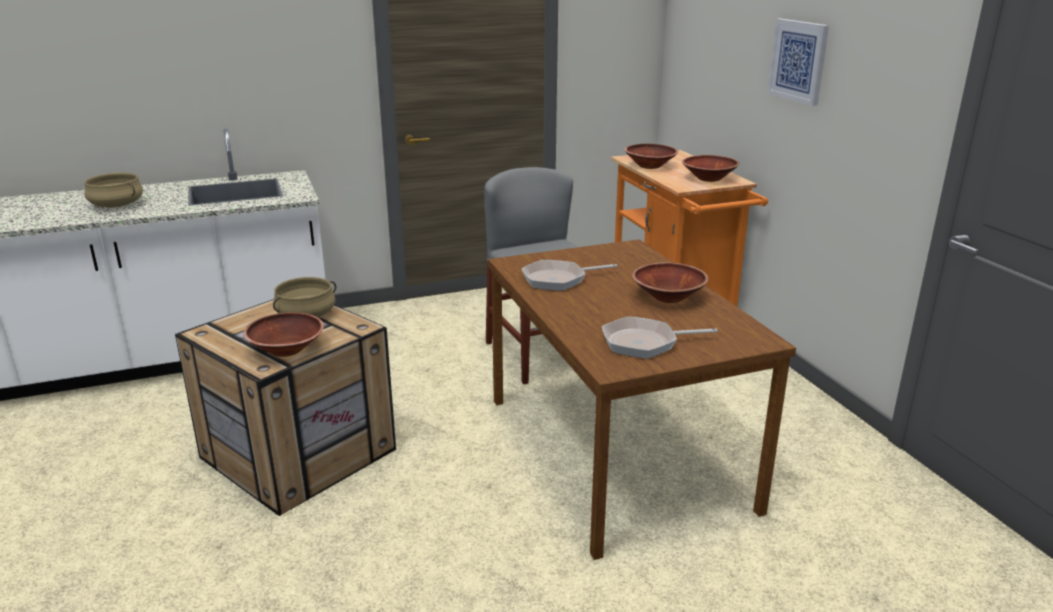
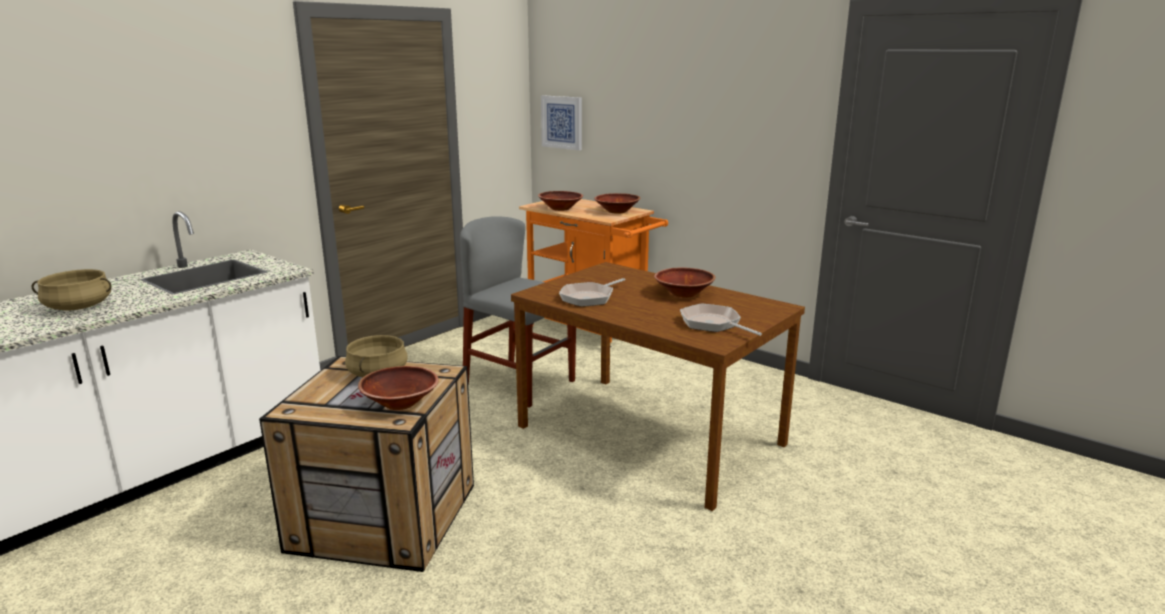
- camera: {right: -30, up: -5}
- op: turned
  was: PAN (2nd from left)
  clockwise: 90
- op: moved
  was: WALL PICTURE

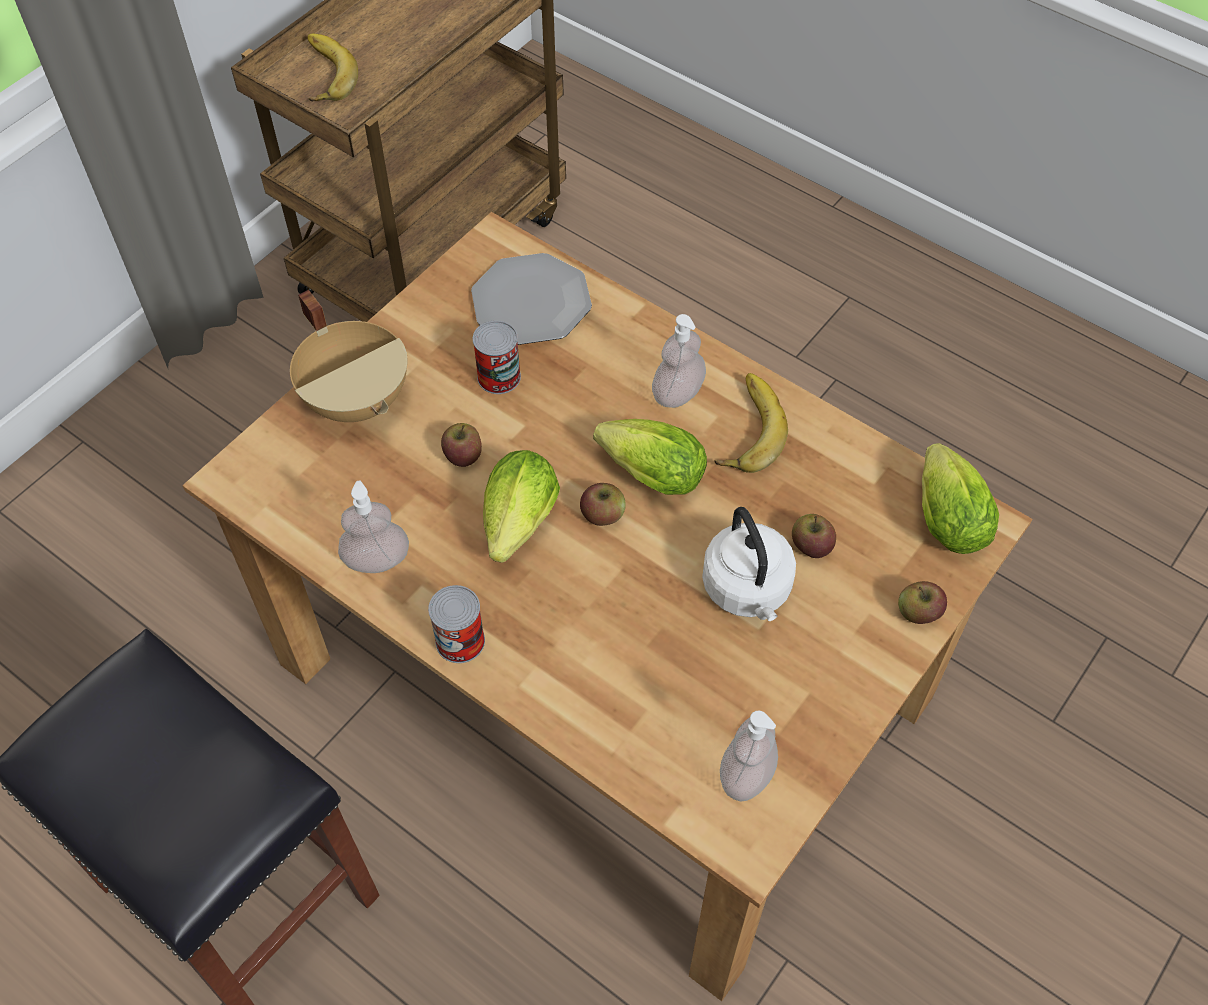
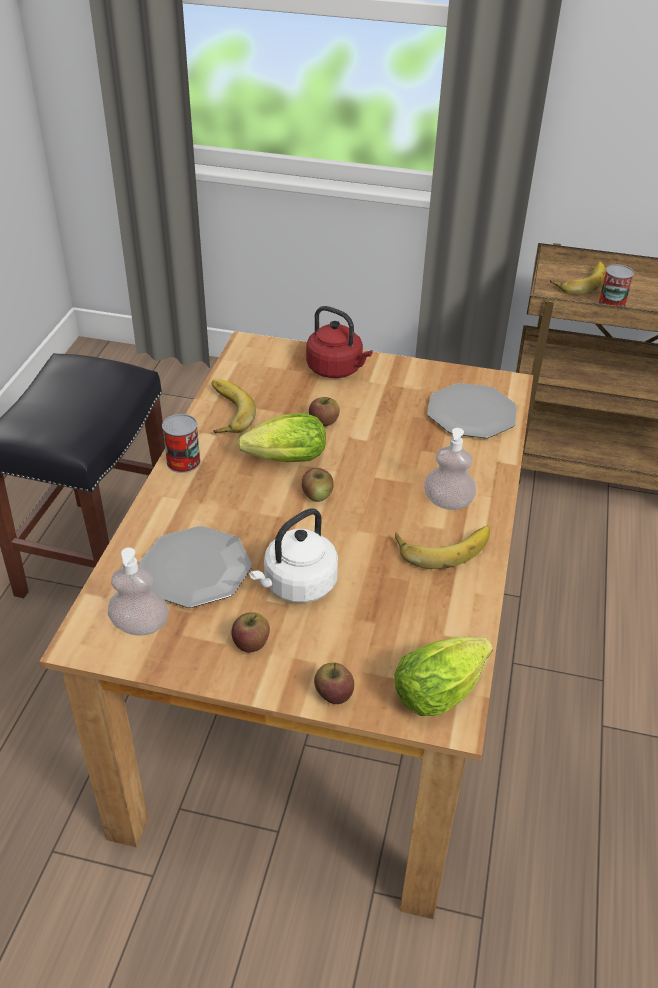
- camera: {right: 65, up: -15}
- op: replaced
  was: BEIGE-COLOURED STOCKPOT
  now: RED-COLOURED WATER KETTLE
- op: replaced
  was: LIQUID SOAP BOTTLE (1st from left)
  now: BANANA (1st from left)
- op: moved
  was: CAN (2nd from left)
- op: removed
  was: LETTUCE (2nd from left)
- op: moved
  was: APPLE FRUIT (3rd from left in the first image)
  now: APPLE FRUIT (1st from left)
- op: added
  now: FLAT DISH (1st from left)

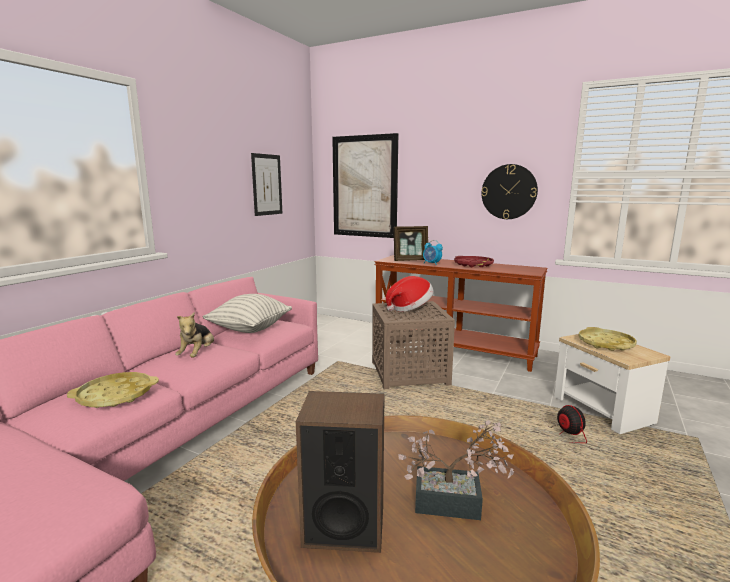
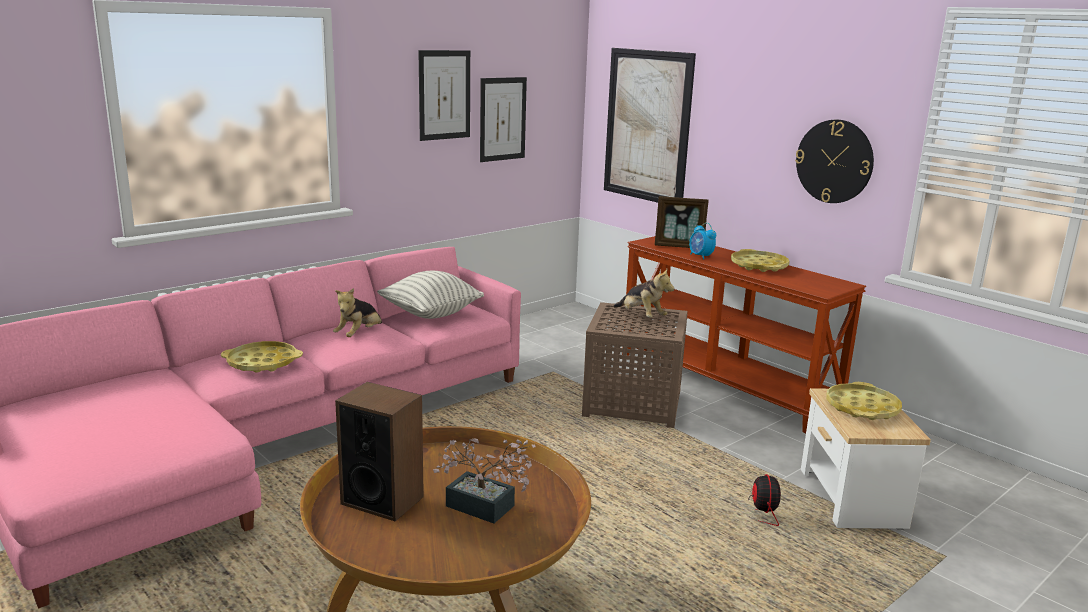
- camera: {right: 20, up: 5}
- op: replaced
  was: HAT
  now: SOFT TOY (2nd from left)
- op: recoloured
  was: RED-COLOURED SERVING TRAY
  now: YELLOW-COLOURED SERVING TRAY (2nd from left)
- op: added
  now: WALL PICTURE (1st from left)

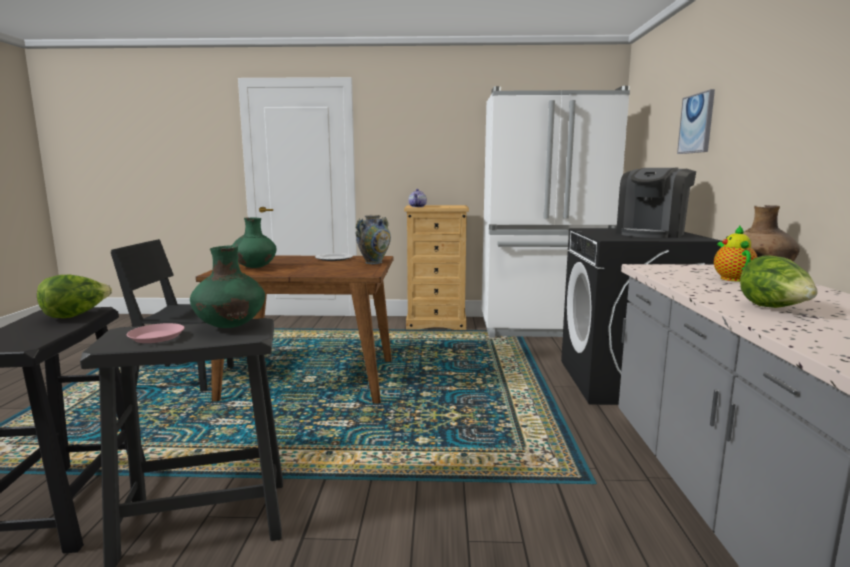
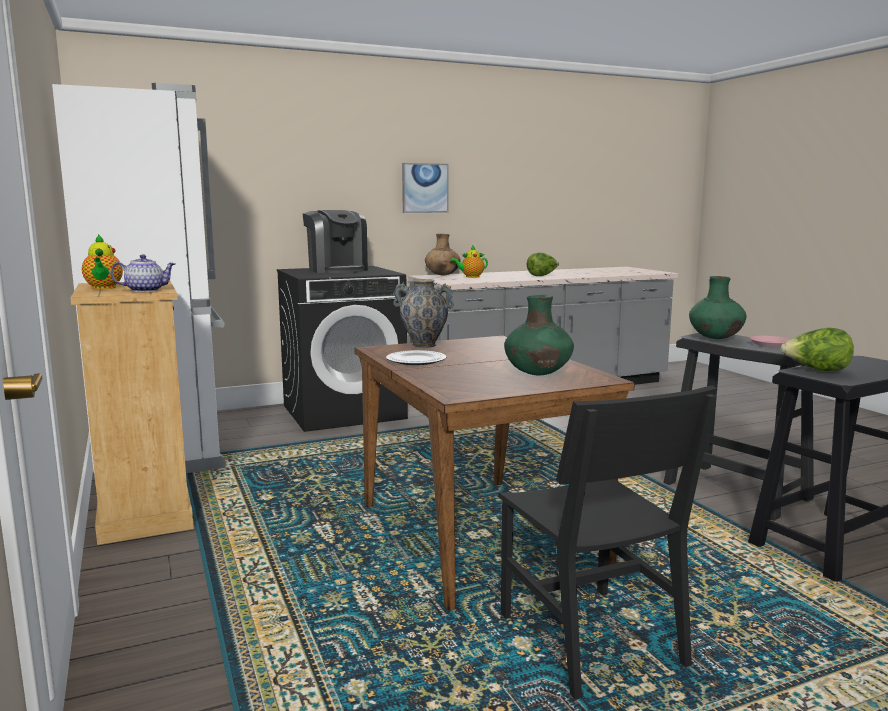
- camera: {right: -115, up: 0}
- op: turned
  was: COFFEE MACHINE
  clockwise: 45
- op: moved
  was: WALL PICTURE
- op: added
  now: POT FOR TEA (1st from left)

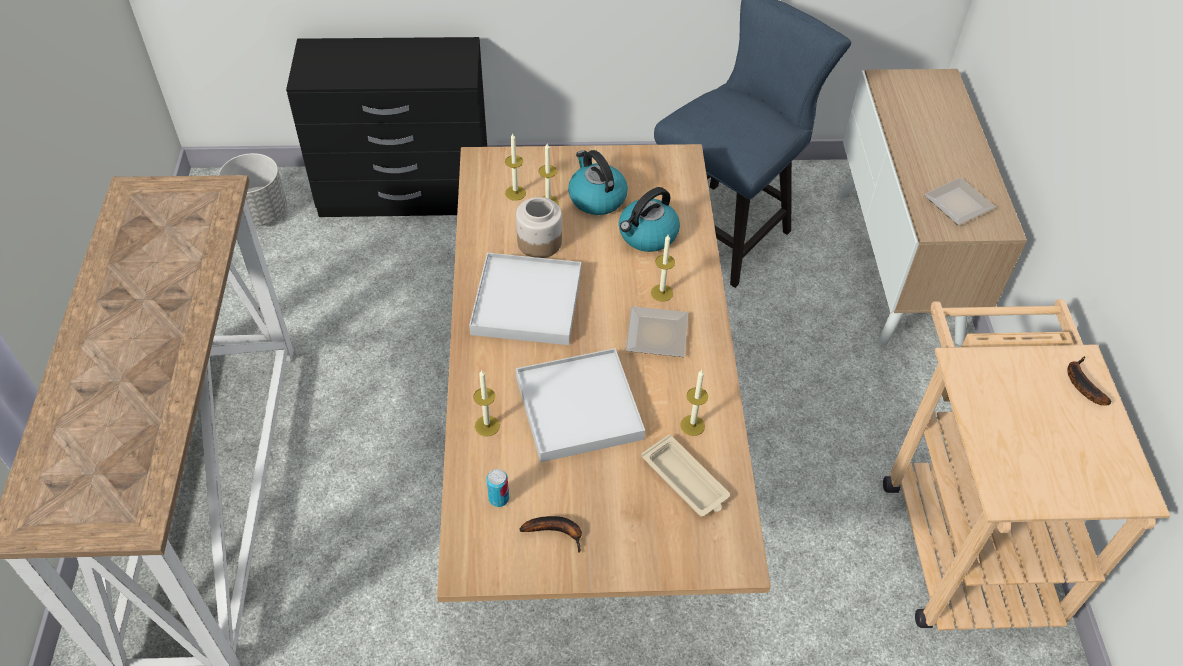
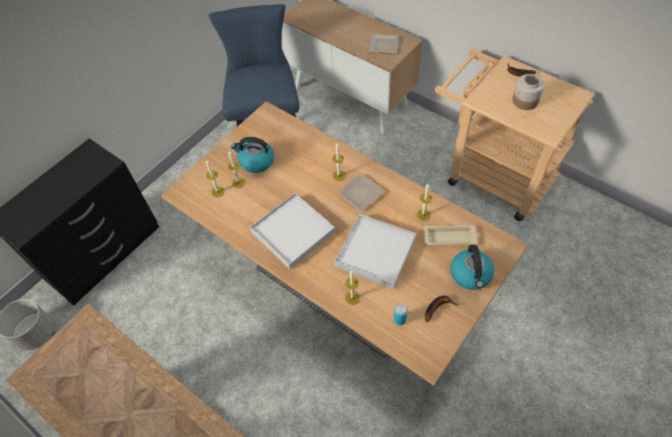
- camera: {right: -45, up: 5}
- op: moved
  was: PRESERVE JAR
- op: moved
  was: WATER KETTLE (2nd from left)

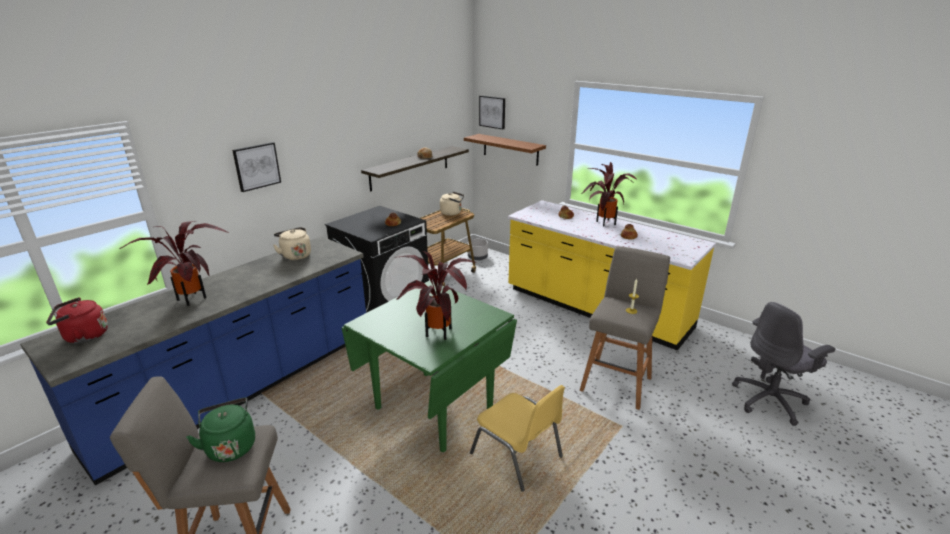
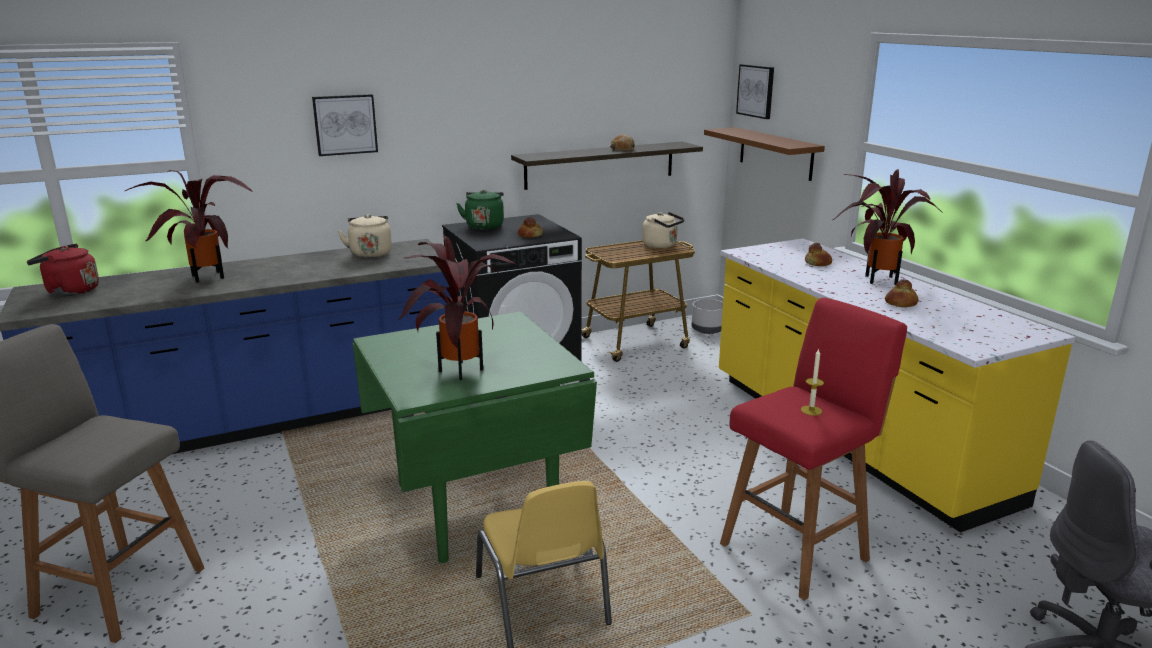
- camera: {right: 25, up: -5}
- op: moved
  was: GREEN WATER KETTLE
- op: recoloured
  was: GRAY SITTING STOOL (2nd from left)
  now: RED-COLOURED SITTING STOOL

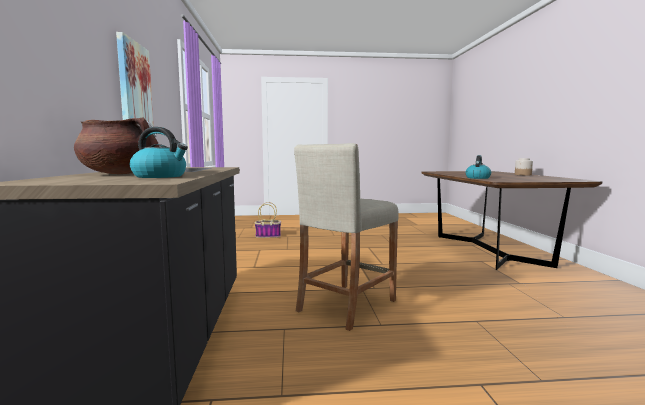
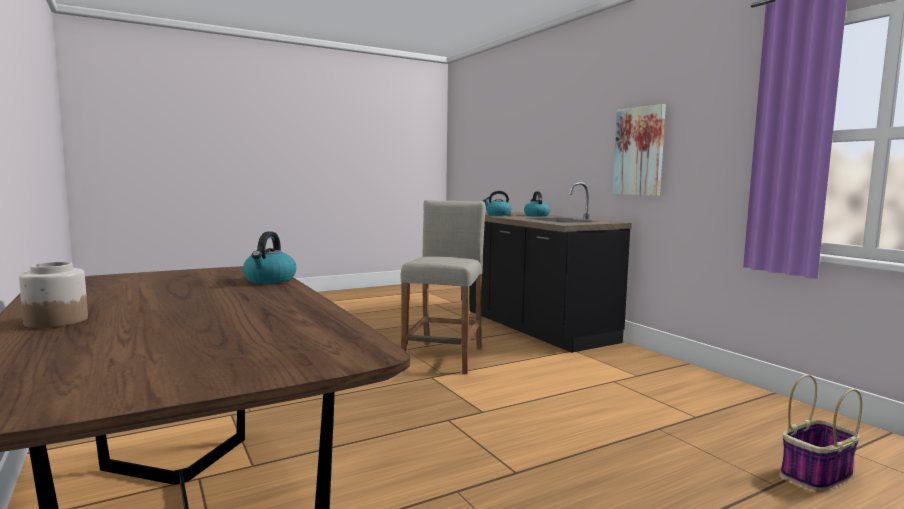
- camera: {right: 155, up: 0}
- op: replaced
  was: BROWN STOCKPOT
  now: WATER KETTLE (3rd from left)

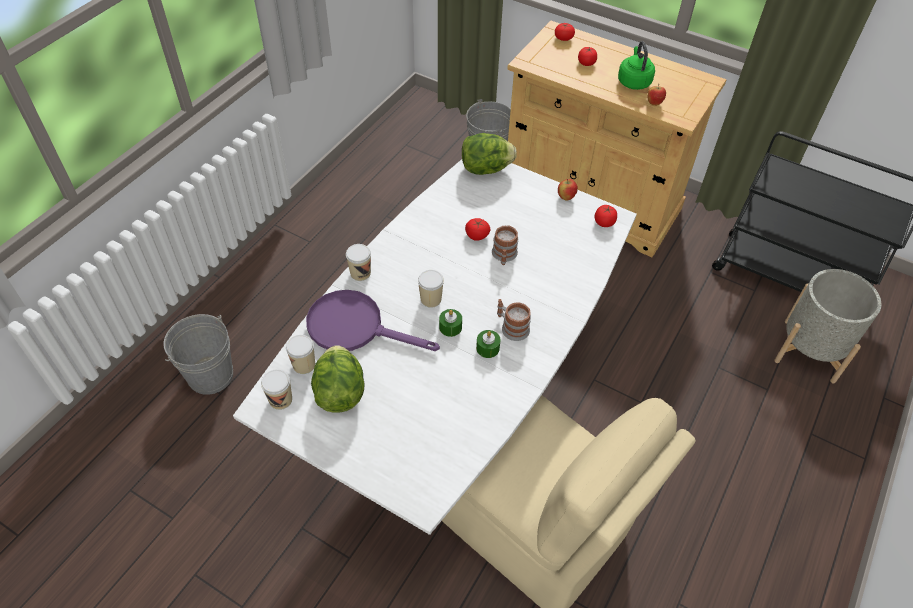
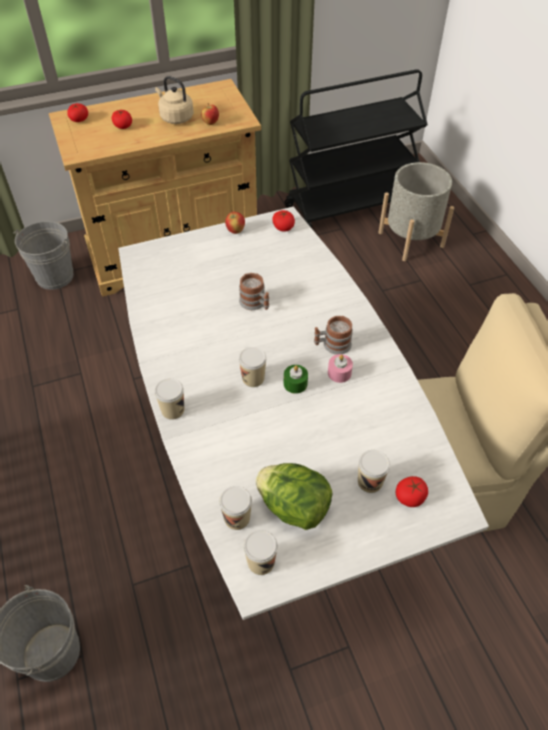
- camera: {right: -50, up: 0}
- op: removed
  was: PURPLE PAN
- op: removed
  was: LETTUCE (2nd from left)
- op: moved
  was: TOMATO (1st from left in the first image)
  now: TOMATO (4th from left)
- op: recoloured
  was: GREEN WAX CANDLE (2nd from left)
  now: PINKISH WAX CANDLE
- op: recoloured
  was: GREEN WATER KETTLE
  now: BEIGE-COLOURED WATER KETTLE
- op: added
  now: CUP (5th from left)

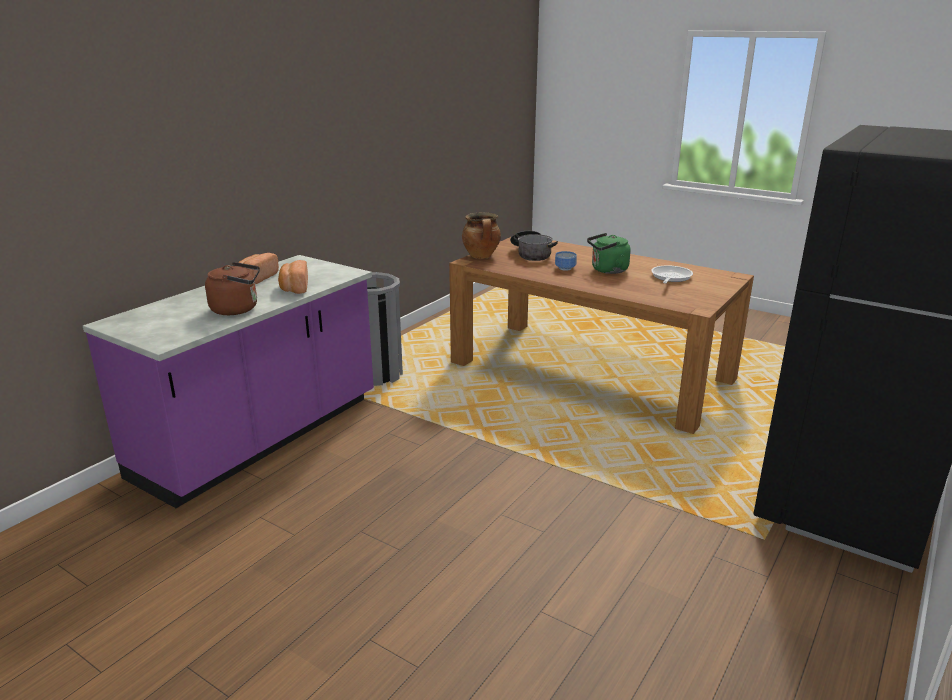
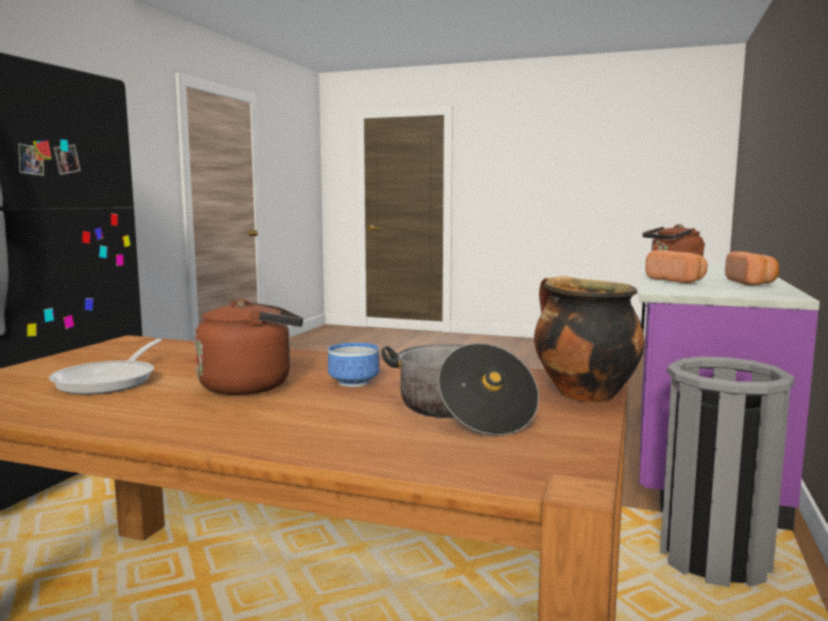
- camera: {right: 165, up: -15}
- op: recoloured
  was: GREEN WATER KETTLE
  now: BROWN WATER KETTLE (1st from left)

